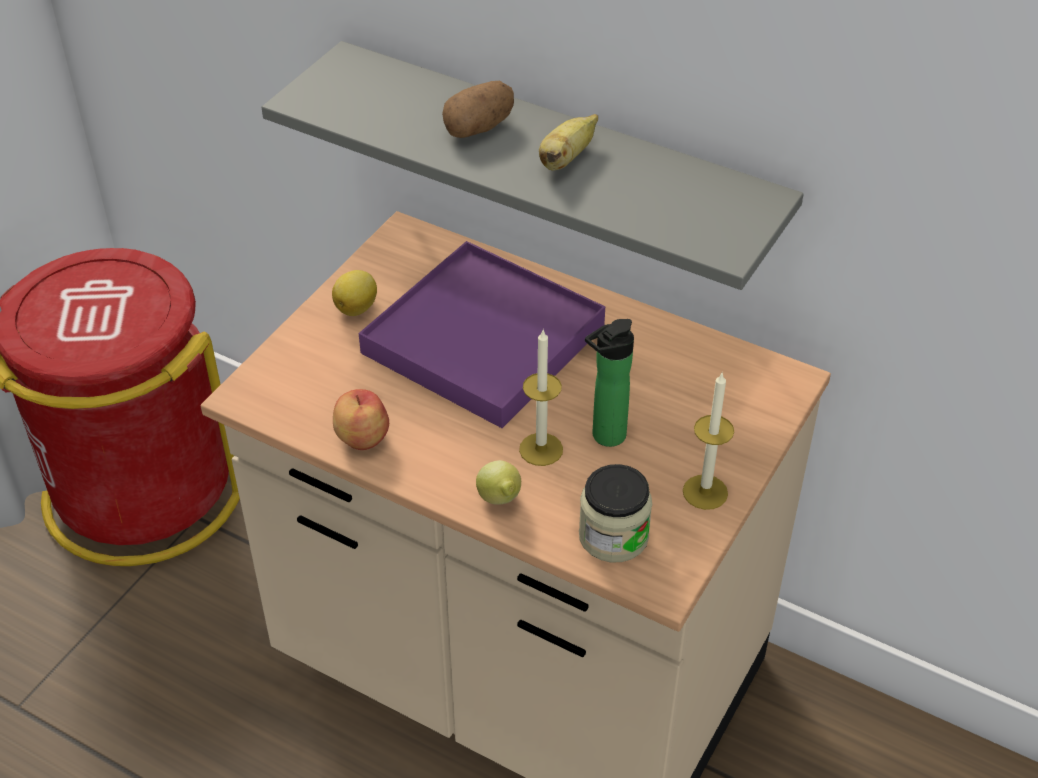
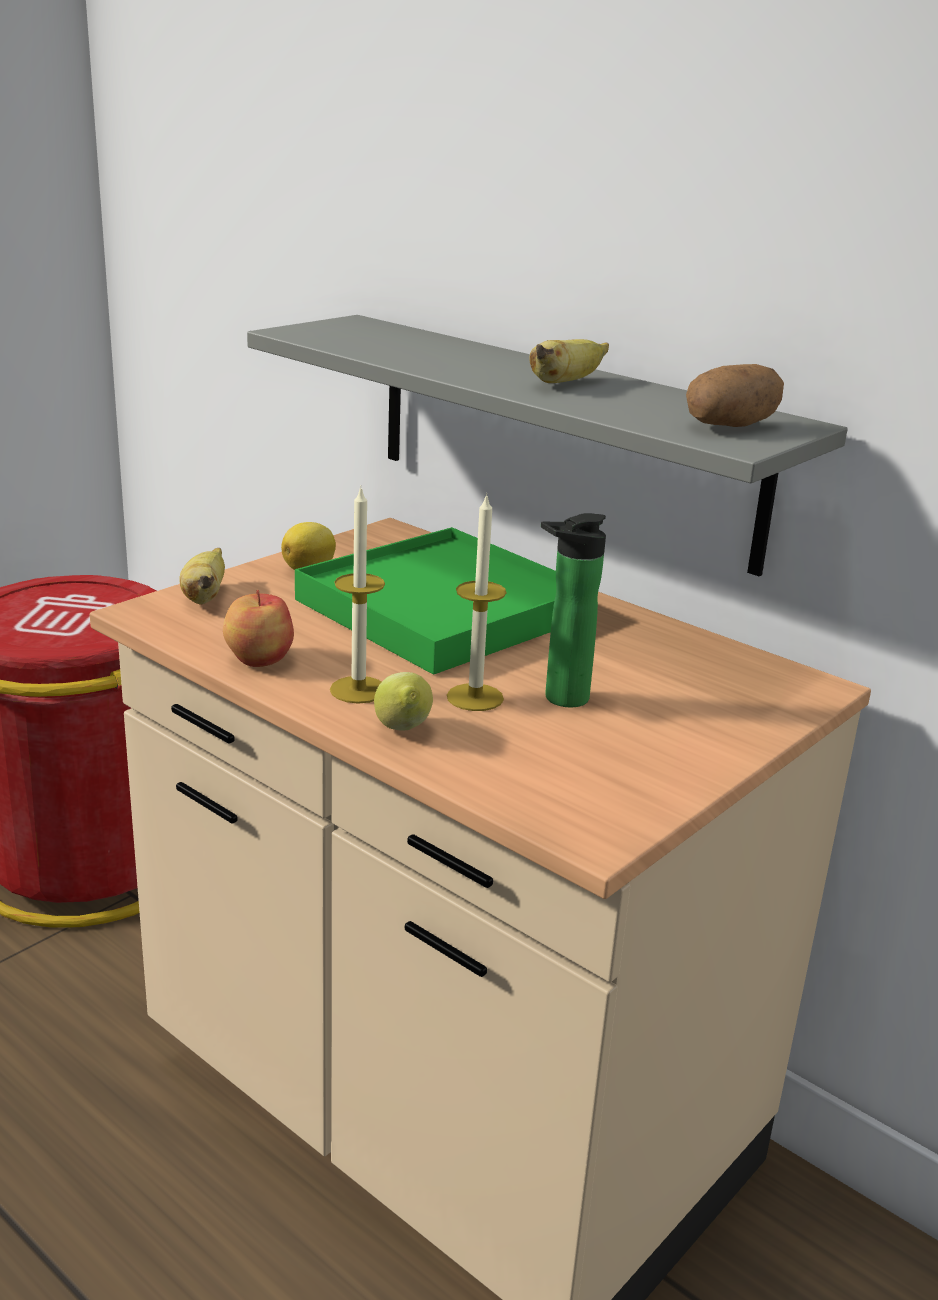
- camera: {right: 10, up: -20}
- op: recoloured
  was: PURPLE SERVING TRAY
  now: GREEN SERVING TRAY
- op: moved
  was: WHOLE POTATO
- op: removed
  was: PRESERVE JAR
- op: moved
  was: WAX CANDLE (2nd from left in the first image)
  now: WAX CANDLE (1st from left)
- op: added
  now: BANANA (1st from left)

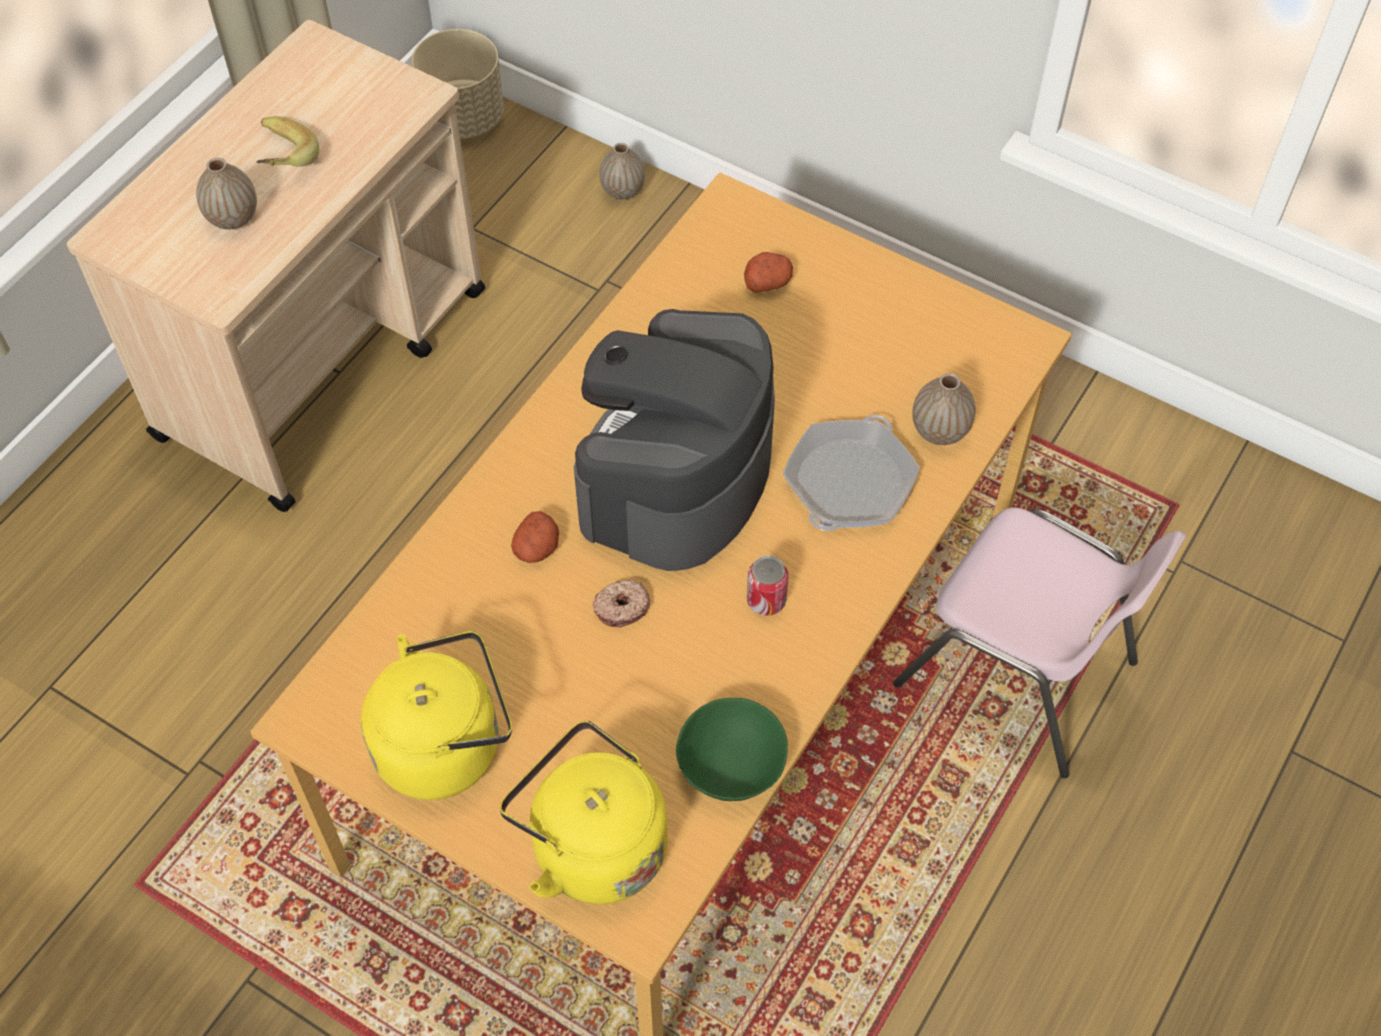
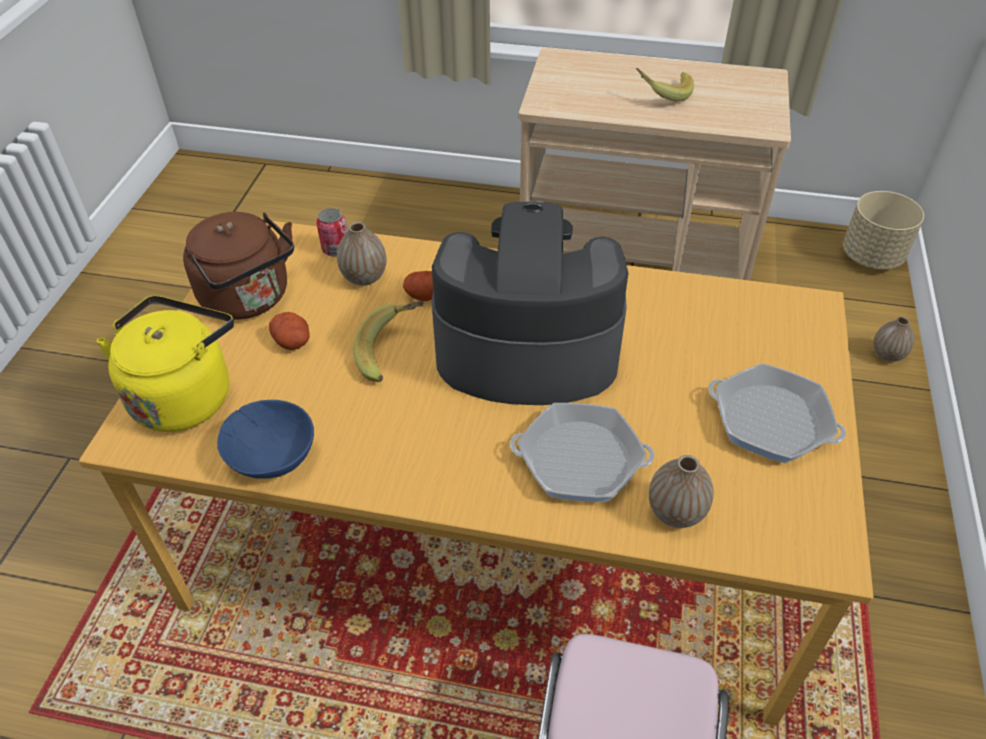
- camera: {right: 70, up: -10}
- op: moved
  was: VASE (1st from left)
- op: recoloured
  was: YELLOW-COLOURED WATER KETTLE (1st from left)
  now: BROWN WATER KETTLE
- op: replaced
  was: DOUGHNUT
  now: BANANA (1st from left)
- op: recoloured
  was: GREEN SERVING BOWL
  now: BLUE SERVING BOWL
- op: moved
  was: WHOLE POTATO (2nd from left in the first image)
  now: WHOLE POTATO (1st from left)
- op: moved
  was: CAN
- op: added
  now: PAN (2nd from left)

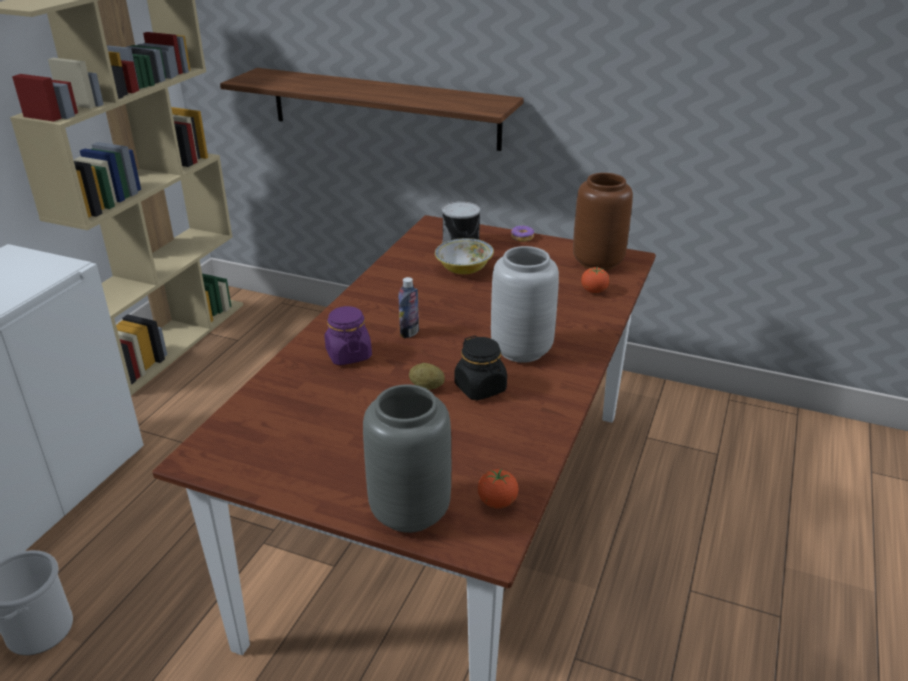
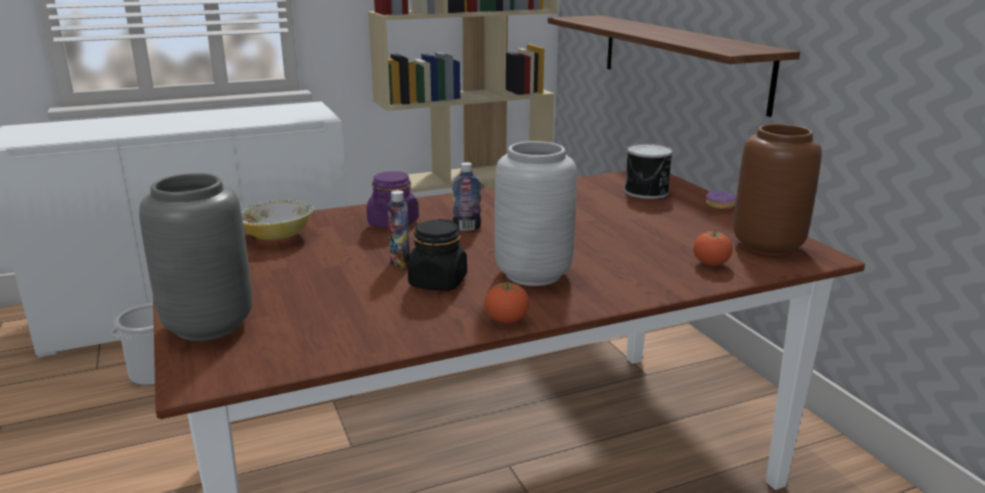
- camera: {right: 45, up: -10}
- op: replaced
  was: WHOLE POTATO
  now: DRINK BOTTLE (1st from left)
- op: moved
  was: SERVING BOWL
- op: moved
  was: TOMATO (1st from left)

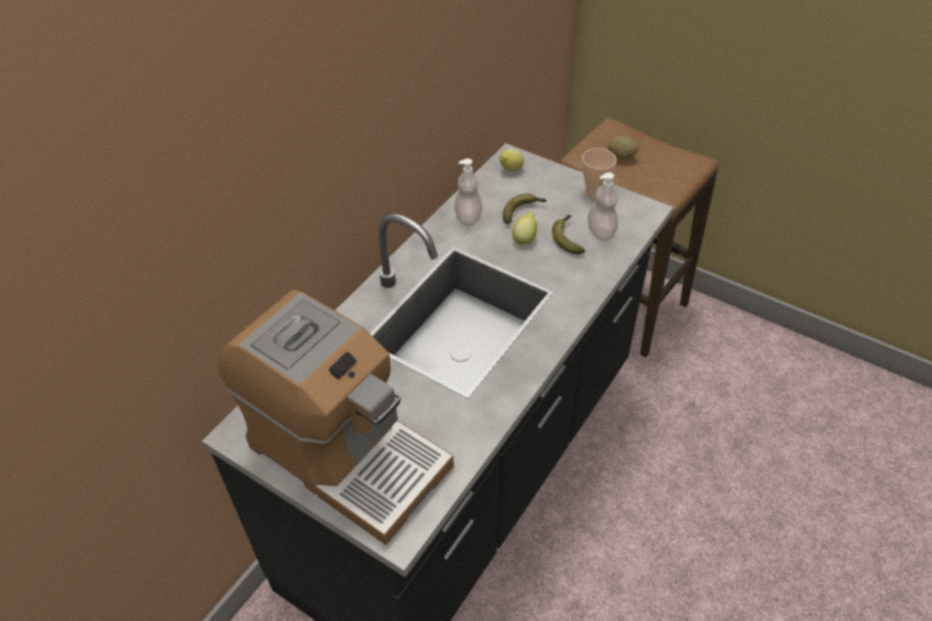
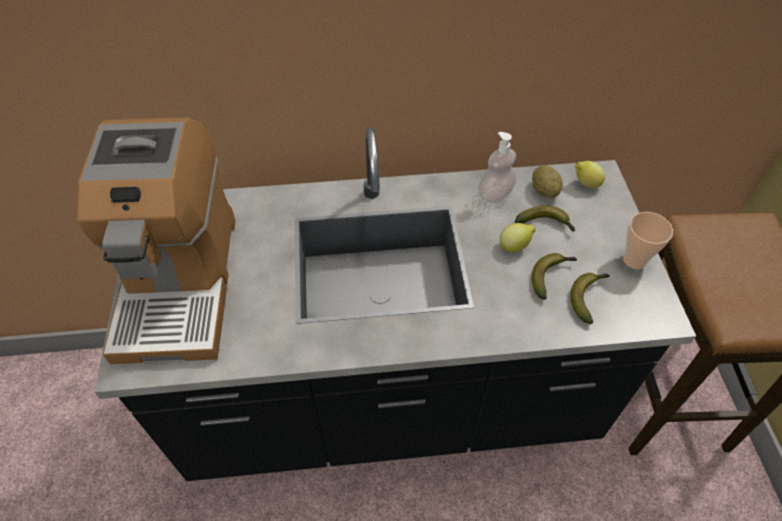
- camera: {right: 50, up: 5}
- op: replaced
  was: LIQUID SOAP BOTTLE (2nd from left)
  now: BANANA (3rd from left)
- op: moved
  was: WHOLE POTATO

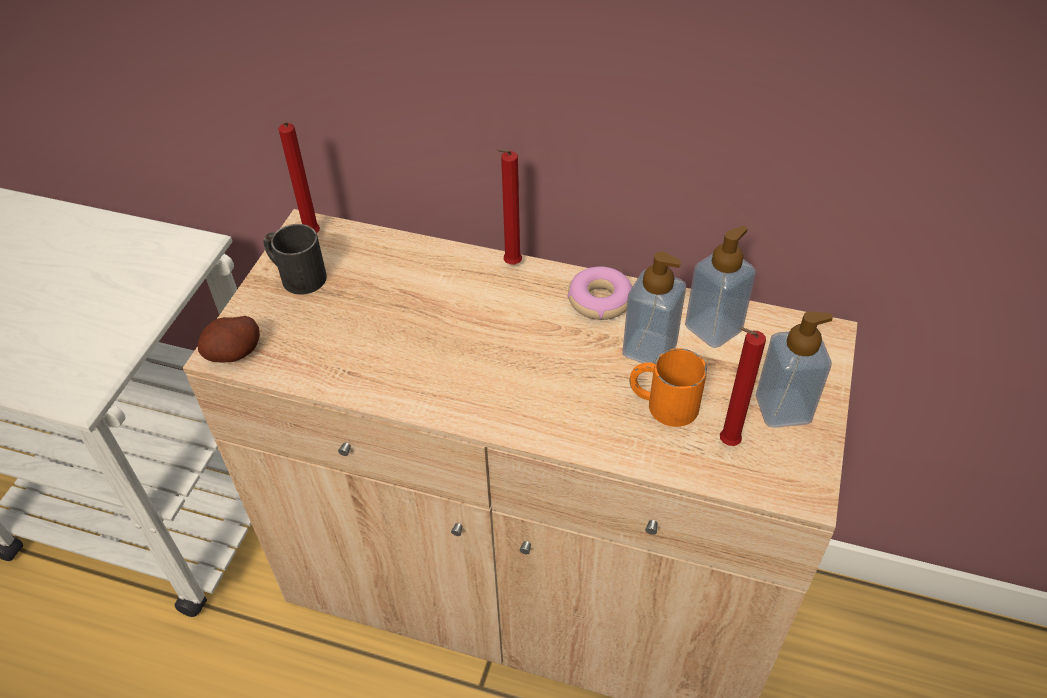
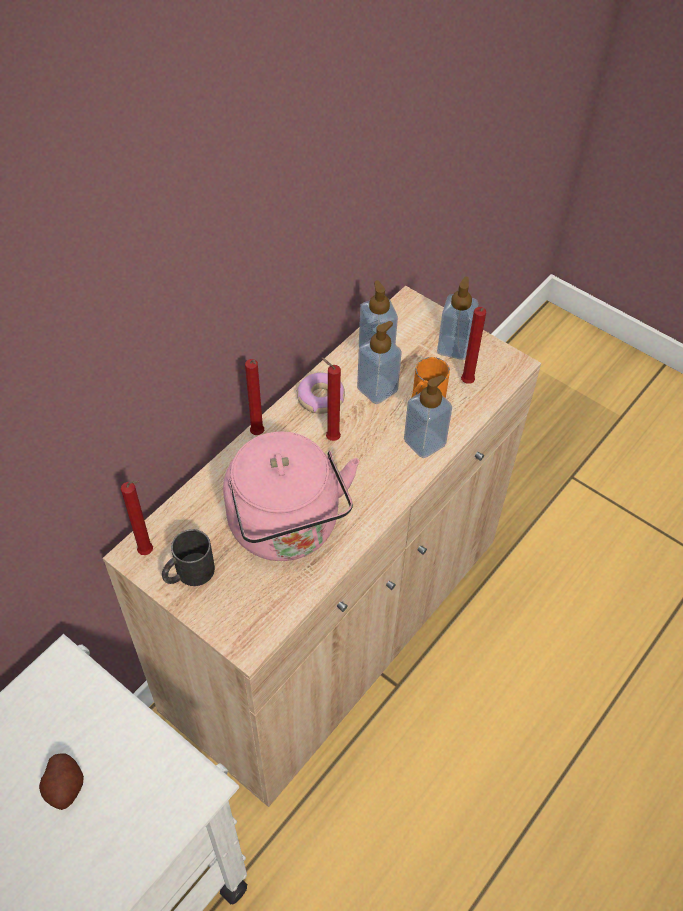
- camera: {right: -70, up: 5}
- op: moved
  was: WHOLE POTATO
- op: added
  now: PINKISH WATER KETTLE
- op: added
  now: RED-COLOURED WAX CANDLE (3rd from left)
- op: added
  now: LIQUID SOAP BOTTLE (3rd from left)

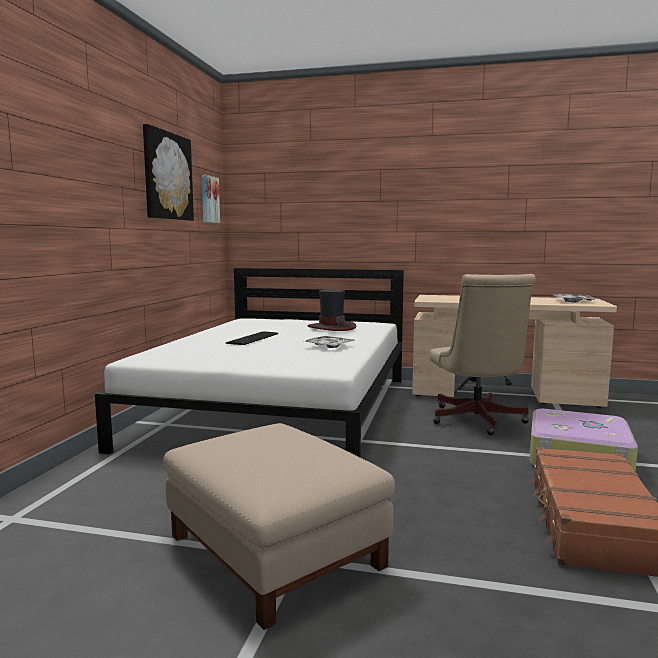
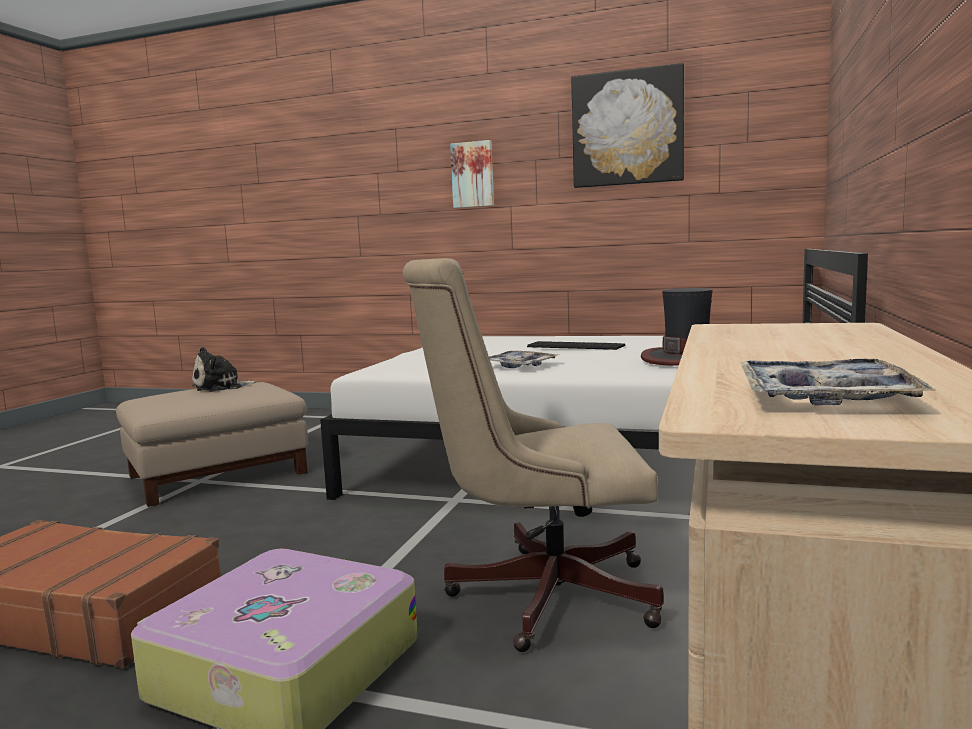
- camera: {right: 95, up: 0}
- op: moved
  was: WALL PICTURE (2nd from left in the first image)
  now: WALL PICTURE (1st from left)
- op: added
  now: SOFT TOY

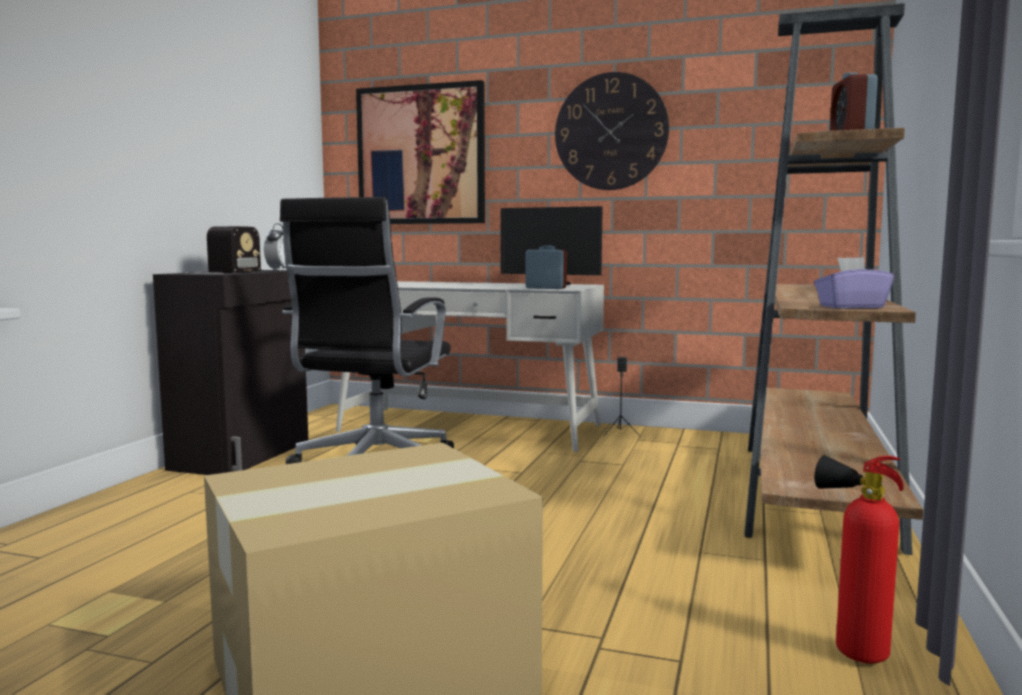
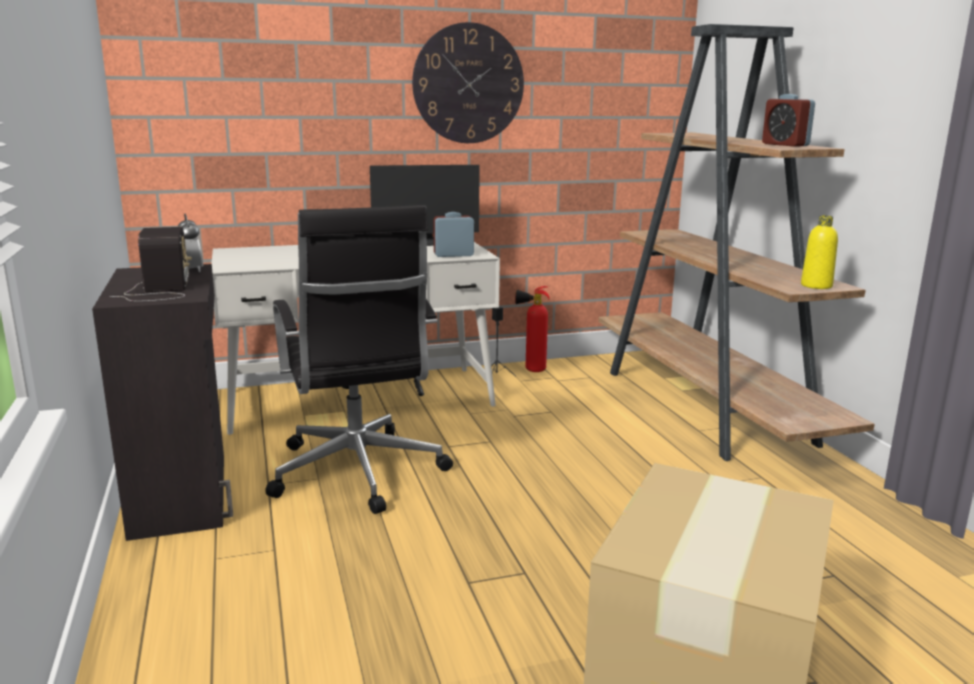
- camera: {right: -35, up: 10}
- op: removed
  was: WALL PICTURE
- op: replaced
  was: PURPLE BOX OF TISSUES
  now: YELLOW-COLOURED DRINK BOTTLE
- op: moved
  was: FIRE EXTINGUISHER

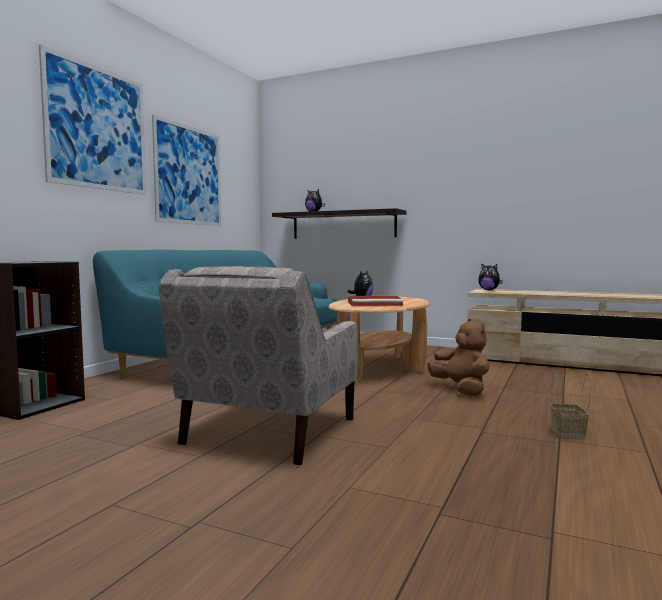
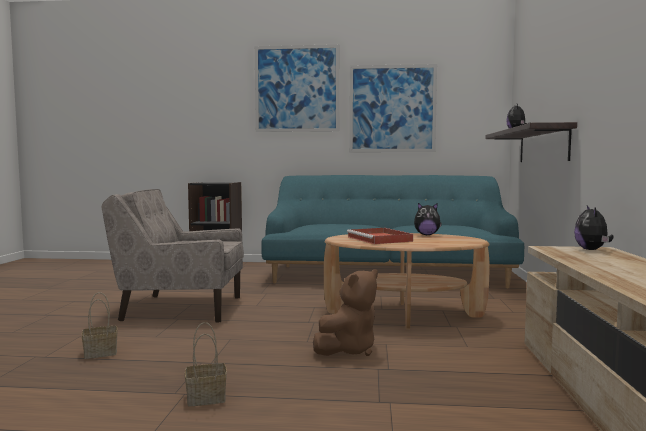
- camera: {right: 70, up: 0}
- op: added
  now: STORAGE BASKET (1st from left)

